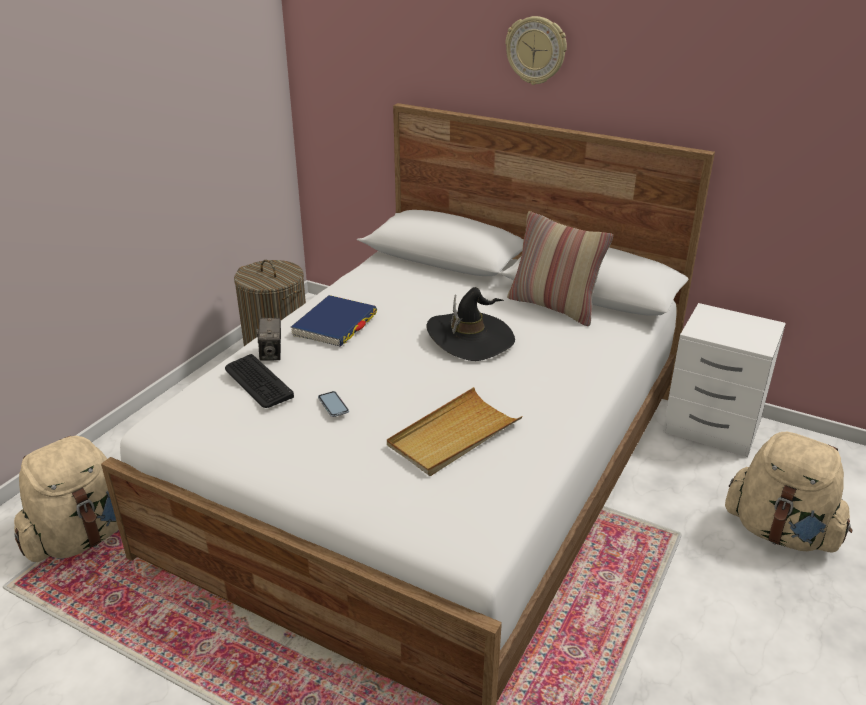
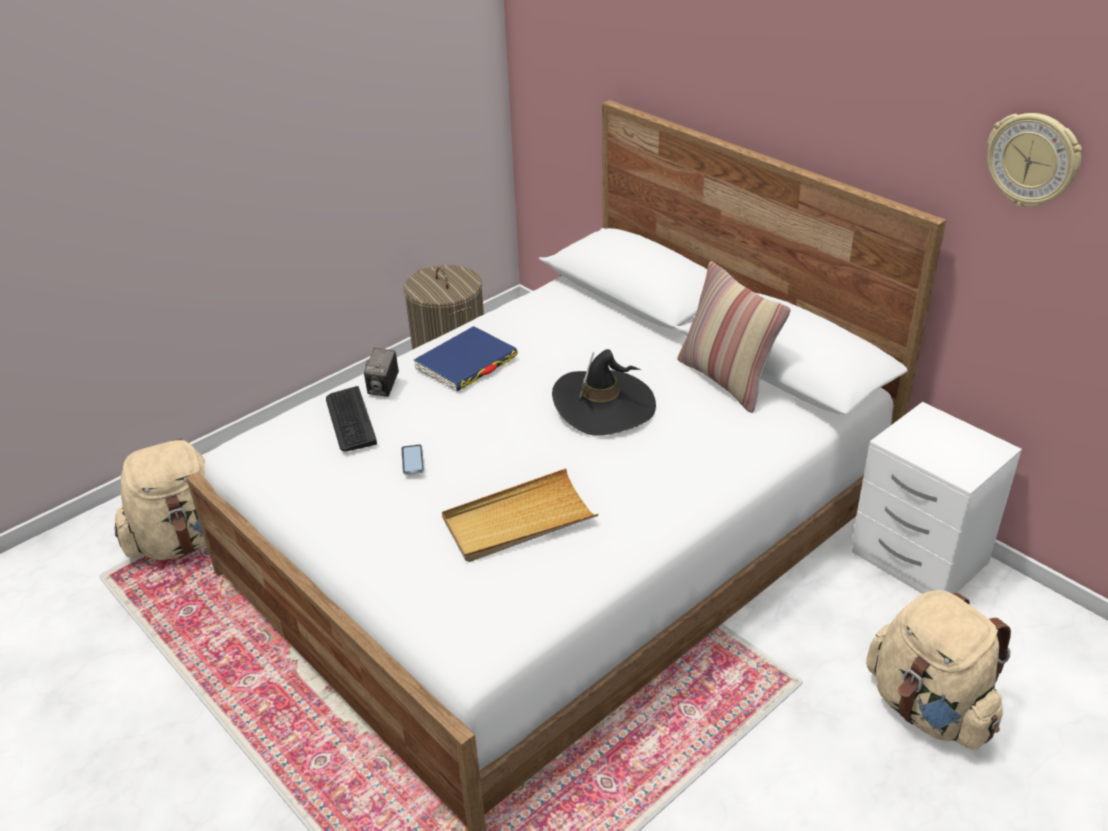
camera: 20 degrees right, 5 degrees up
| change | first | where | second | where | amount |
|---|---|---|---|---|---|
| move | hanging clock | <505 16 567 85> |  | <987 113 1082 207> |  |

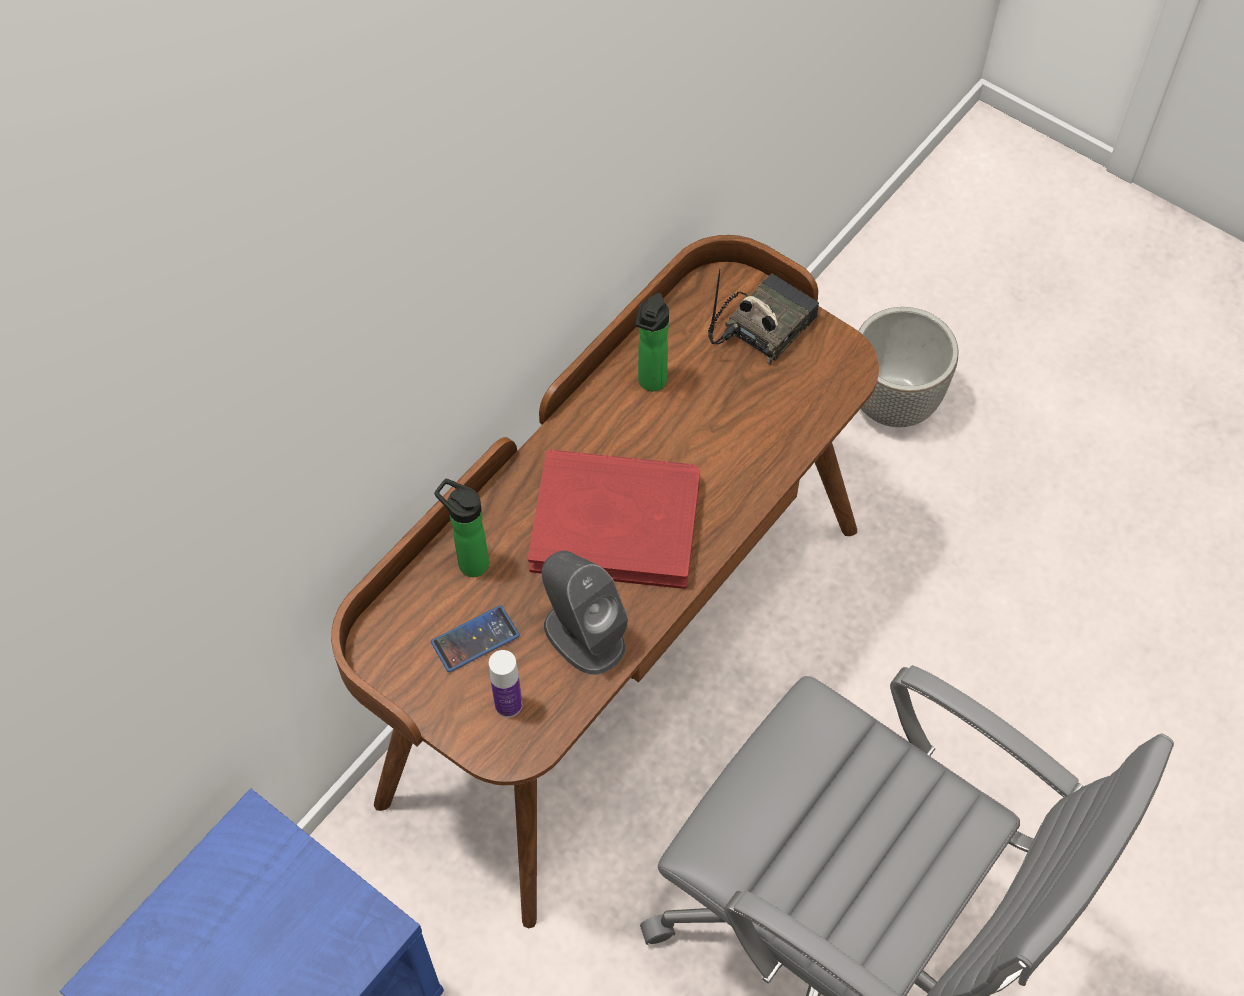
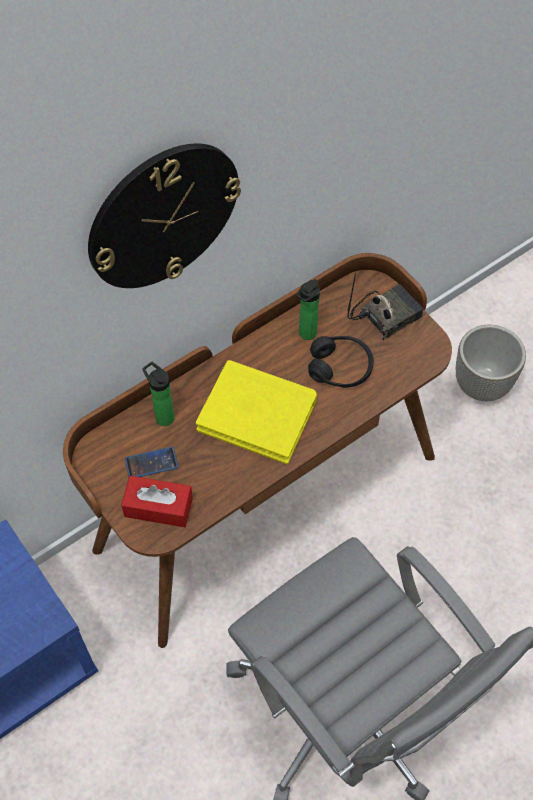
camera: 15 degrees right, 0 degrees up
| change | first | where | second | where | amount |
|---|---|---|---|---|---|
| replace | drink bottle | <489 650 522 717> | box of tissues (reddish) | <121 476 193 527> |  |
| recolor | volume (reddish) | <528 449 700 589> | volume (yellow-coloured) | <196 360 317 464> |  |
| delete | audio speaker (grey) | <542 551 628 675> |  |  |  |
| insert |  |  | hanging clock | <88 143 241 288> |  |
| insert |  |  | headphones (black-coloured) | <308 336 374 388> |  |

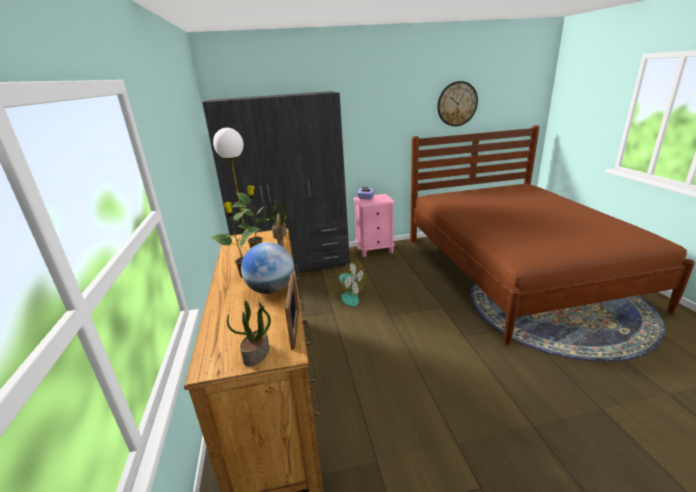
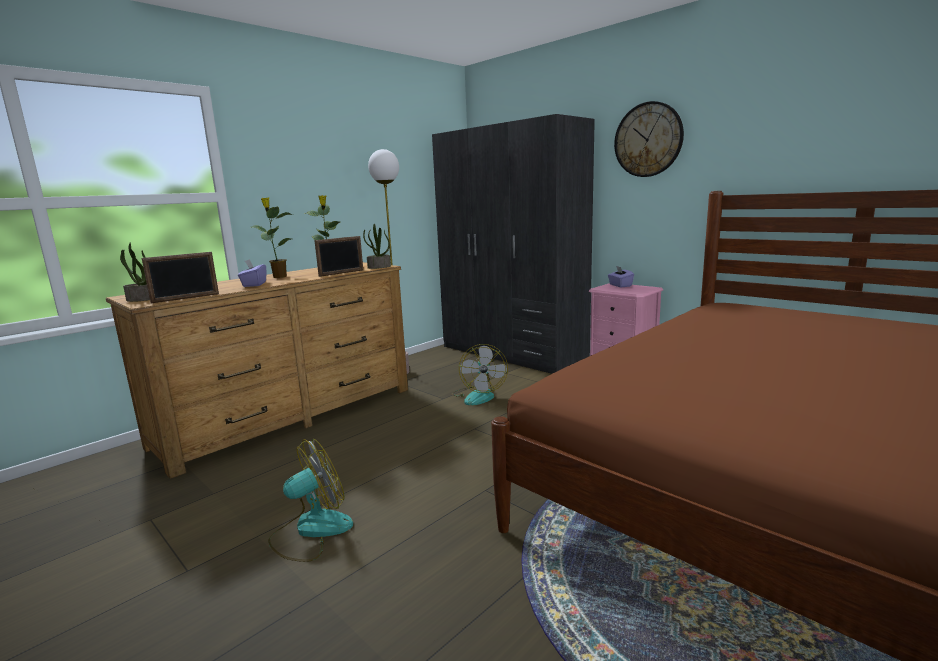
camera: 55 degrees right, 10 degrees down
| change | first | where | second | where | amount |
|---|---|---|---|---|---|
| replace | desk globe | <241 242 294 294> | box of tissues (purple-coloured) | <238 259 266 287> |  |
| move | hanging clock | <437 81 478 126> |  | <614 101 684 177> |  |
| insert |  |  | electric fan | <268 439 353 562> |  |

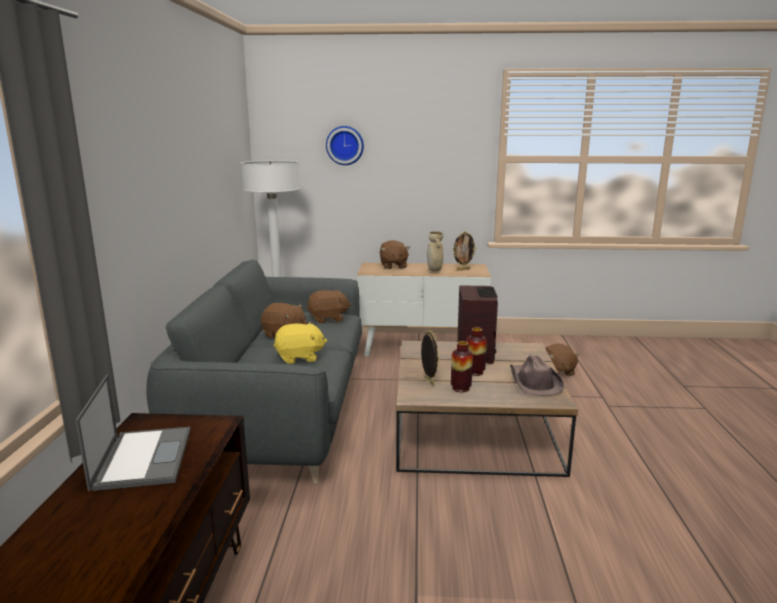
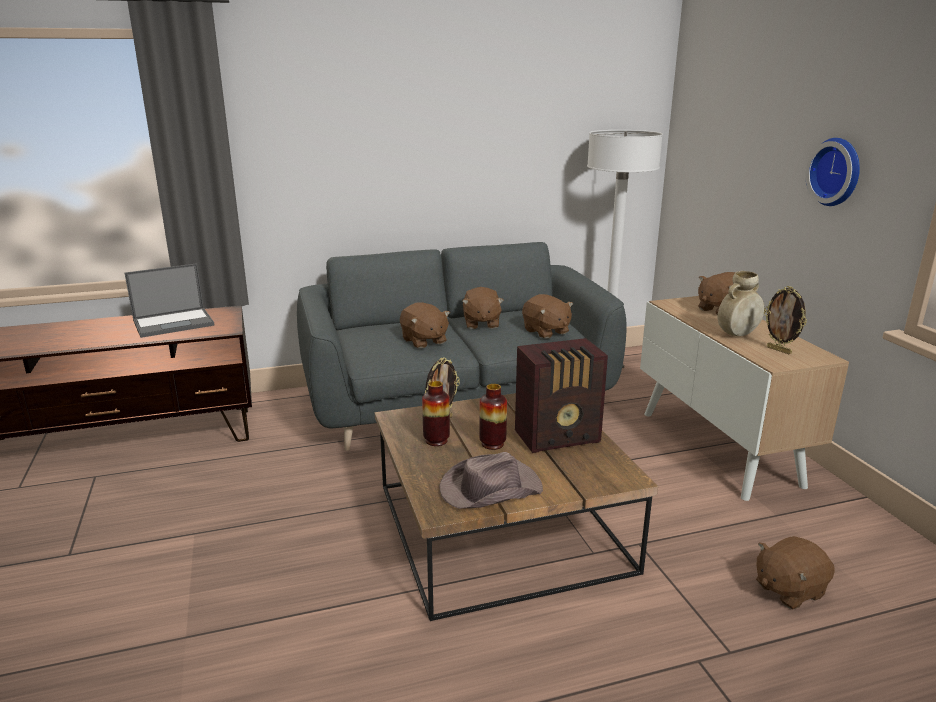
camera: 70 degrees right, 5 degrees up
| change | first | where | second | where | amount |
|---|---|---|---|---|---|
| recolor | cuddly toy (yellow-coloured) | <274 322 327 364> | cuddly toy (brown) | <400 302 450 349> |  |
| move | hanging clock | <326 126 364 165> |  | <805 138 860 206> |  |

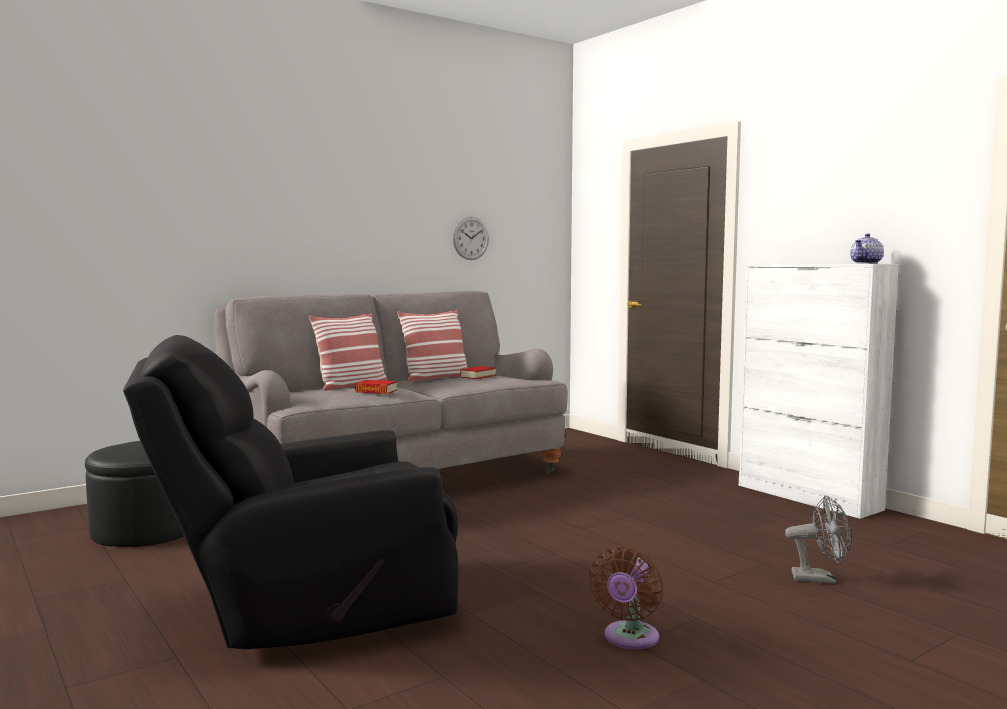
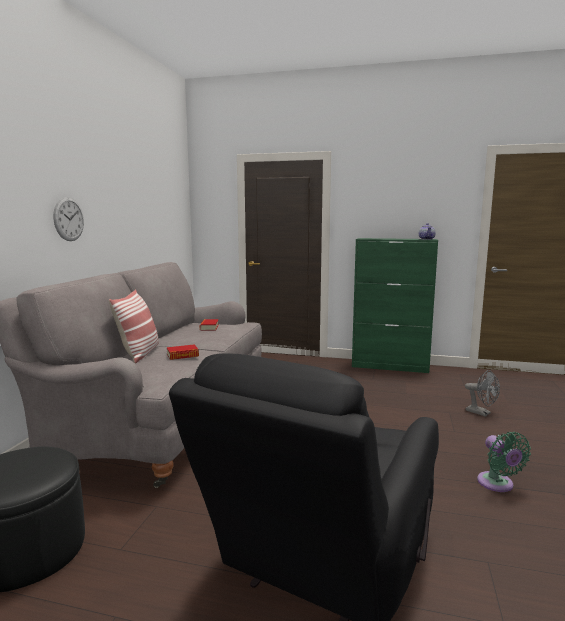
camera: 40 degrees left, 5 degrees up
| change | first | where | second | where | amount |
|---|---|---|---|---|---|
| delete | pillow | <397 310 468 382> |  |  |  |
| move | hanging clock | <453 217 489 260> |  | <53 197 84 241> |  |
| recolor | electric fan (brown) | <589 546 663 649> | electric fan (green-coloured) | <477 432 531 492> |  |
| recolor | cupboard (white) | <739 264 899 519> | cupboard (green-coloured) | <352 238 438 373> |  |
| rotate | electric fan (grey) | <785 495 851 584> |  | <465 370 500 417> | 75 degrees clockwise |

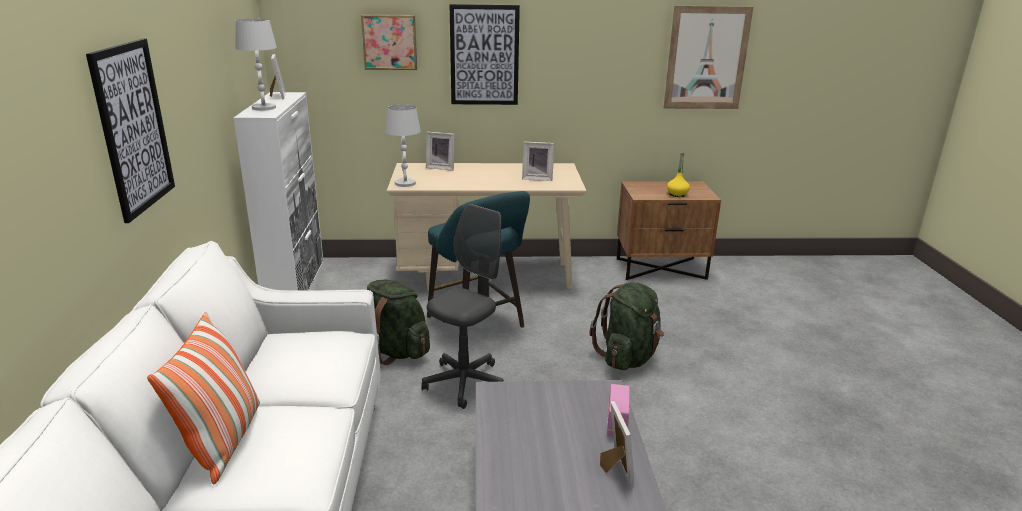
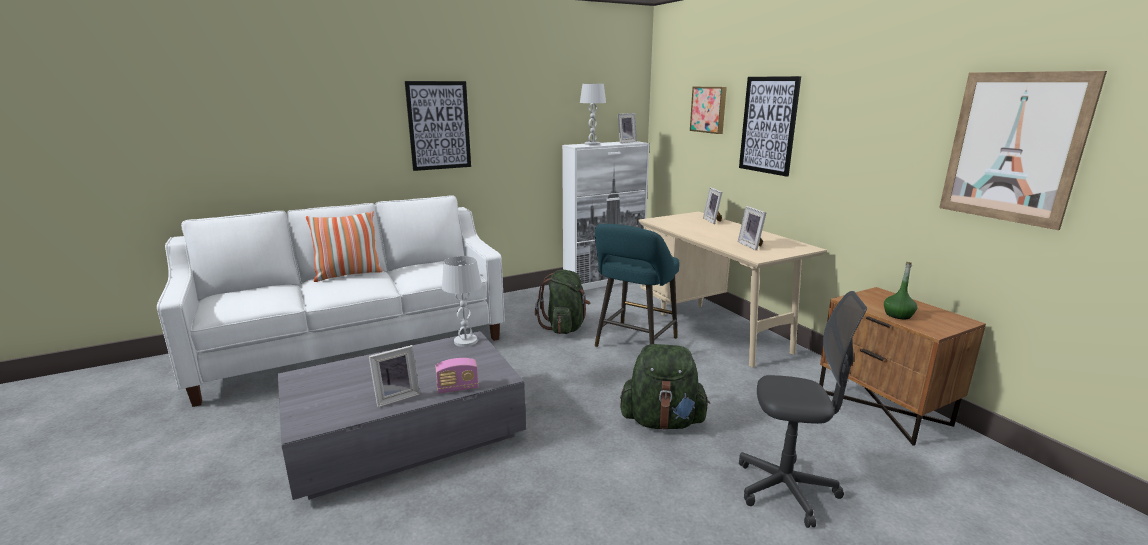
camera: 65 degrees right, 5 degrees down
| change | first | where | second | where | amount |
|---|---|---|---|---|---|
| move | table lamp (white) | <385 104 421 187> |  | <442 256 482 347> |  |
| move | computer chair (grey) | <421 204 504 409> |  | <739 291 867 528> |  |
| recolor | drink bottle (yellow-coloured) | <667 153 690 197> | drink bottle (green-coloured) | <884 262 917 319> |  |

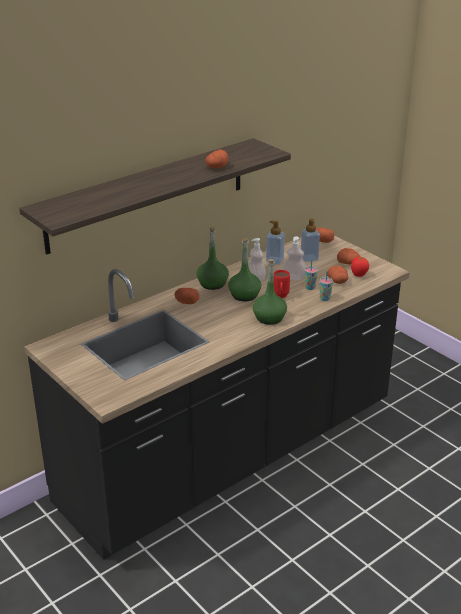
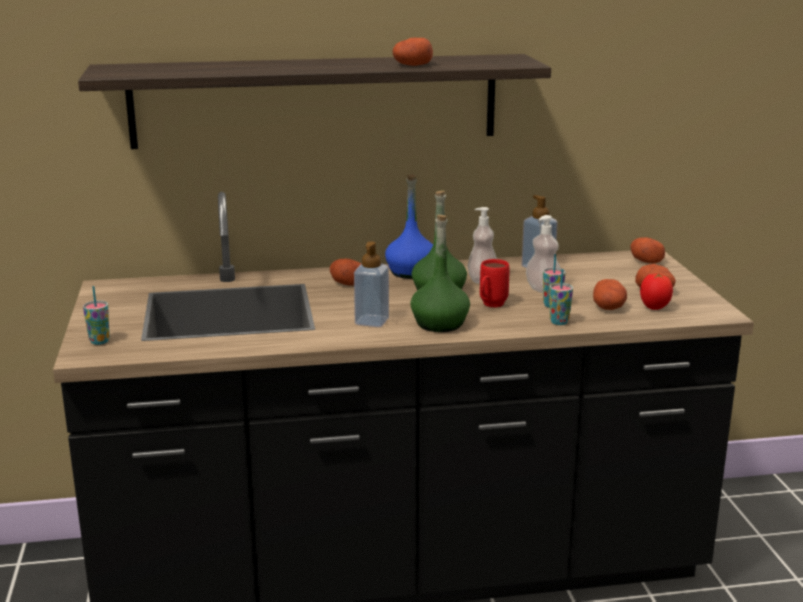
camera: 30 degrees right, 10 degrees down
| change | first | where | second | where | amount |
|---|---|---|---|---|---|
| recolor | drink bottle (green-coloured) | <197 227 229 290> | drink bottle (bluish) | <385 174 433 279> |  |
| move | soap dispenser | <301 218 320 262> |  | <354 242 389 327> |  |
| insert |  |  | small cup | <83 286 110 345> |  |

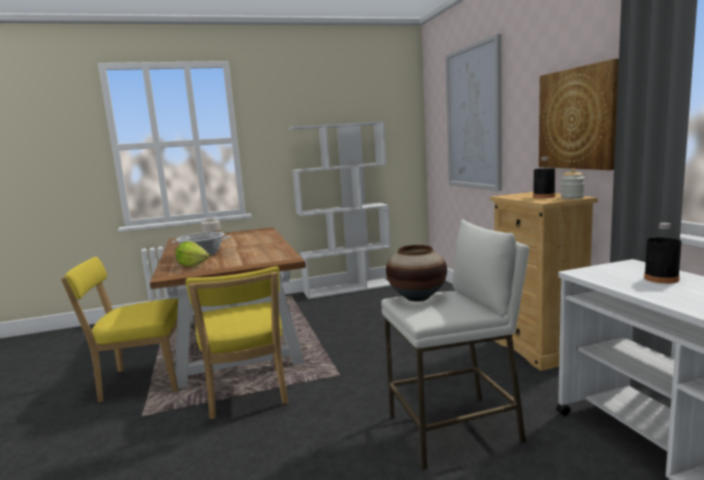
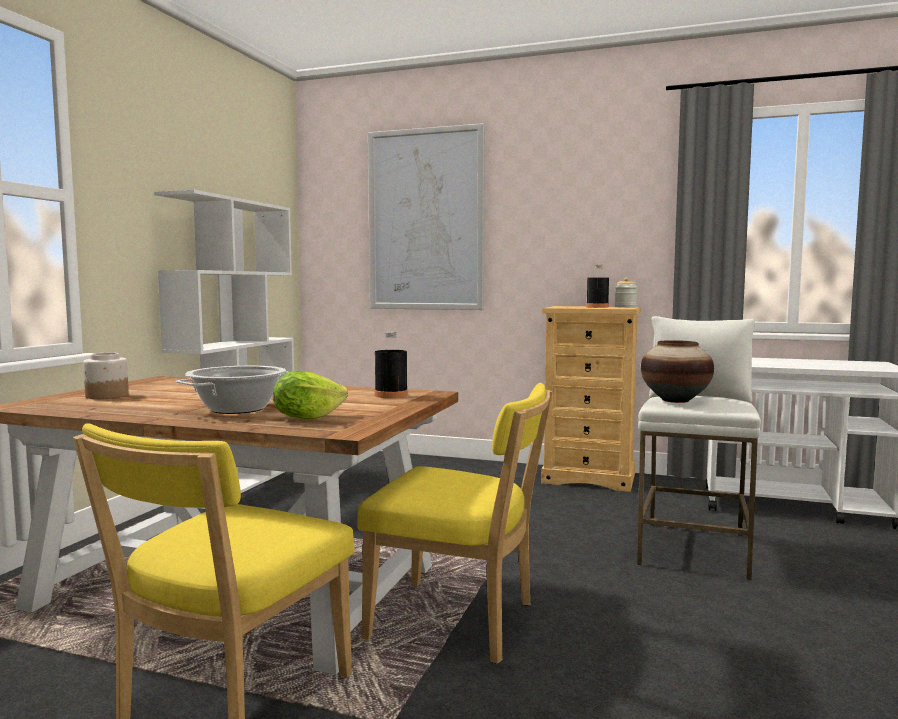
camera: 55 degrees left, 5 degrees down
| change | first | where | second | where | amount |
|---|---|---|---|---|---|
| delete | wall picture | <539 59 619 170> |  |  |  |
| move | drink bottle (black-coloured) | <644 223 681 283> |  | <375 332 408 398> |  |

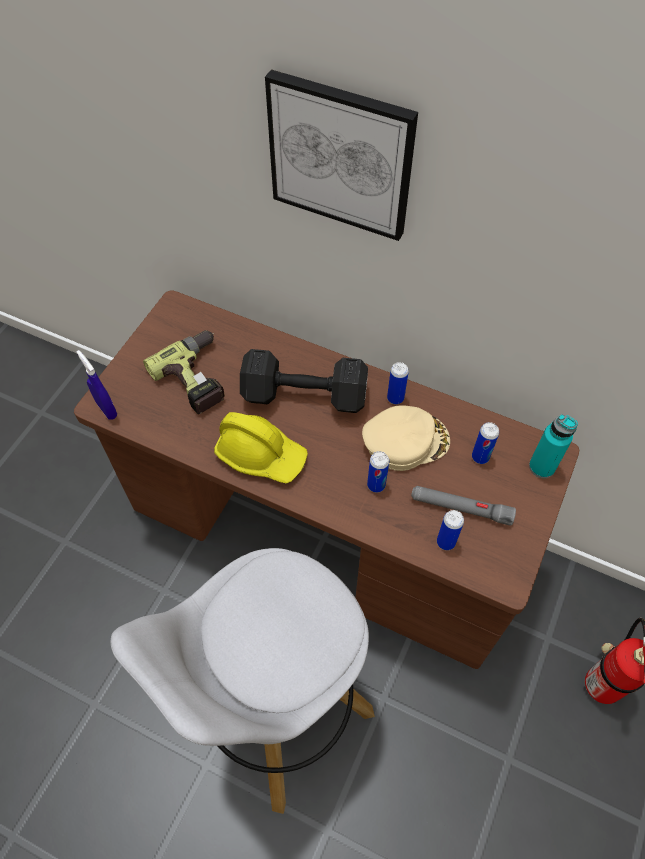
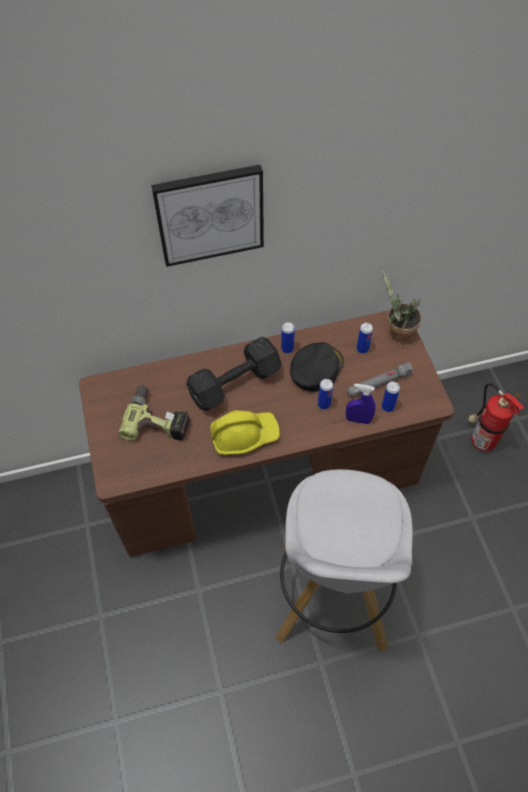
camera: 40 degrees left, 0 degrees up
| change | first | where | second | where | amount |
|---|---|---|---|---|---|
| move | hand sprayer (bluish) | <77 350 117 420> |  | <346 384 376 424> |  |
| recolor | peaked cap (sand-coloured) | <362 405 450 471> | peaked cap (black-coloured) | <290 342 344 392> |  |
| replace | drink bottle (blue-green) | <529 414 578 478> | potted plant | <383 271 421 341> |  |

